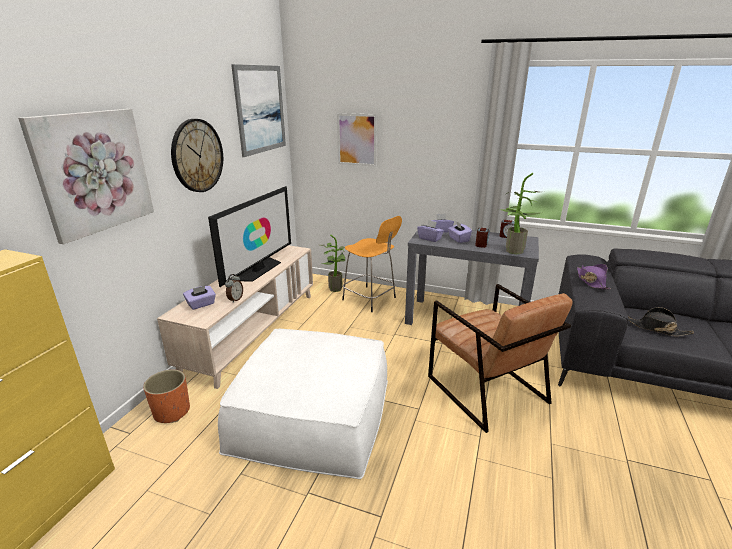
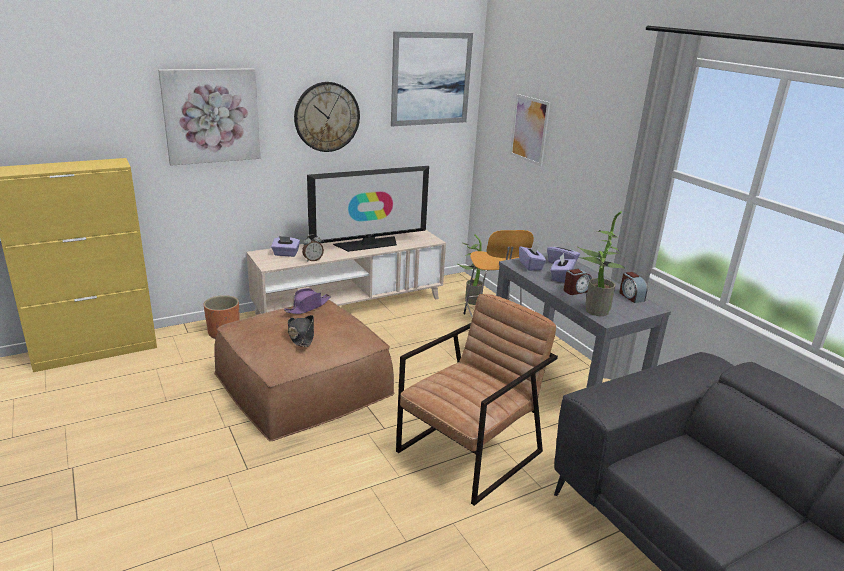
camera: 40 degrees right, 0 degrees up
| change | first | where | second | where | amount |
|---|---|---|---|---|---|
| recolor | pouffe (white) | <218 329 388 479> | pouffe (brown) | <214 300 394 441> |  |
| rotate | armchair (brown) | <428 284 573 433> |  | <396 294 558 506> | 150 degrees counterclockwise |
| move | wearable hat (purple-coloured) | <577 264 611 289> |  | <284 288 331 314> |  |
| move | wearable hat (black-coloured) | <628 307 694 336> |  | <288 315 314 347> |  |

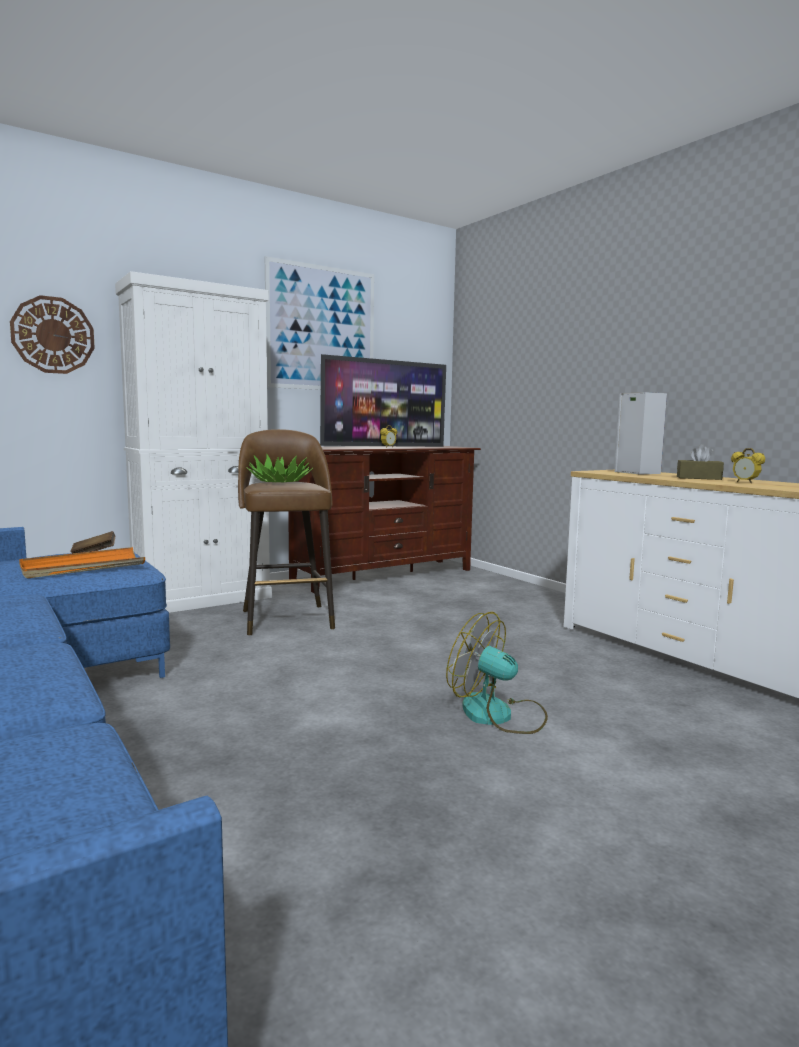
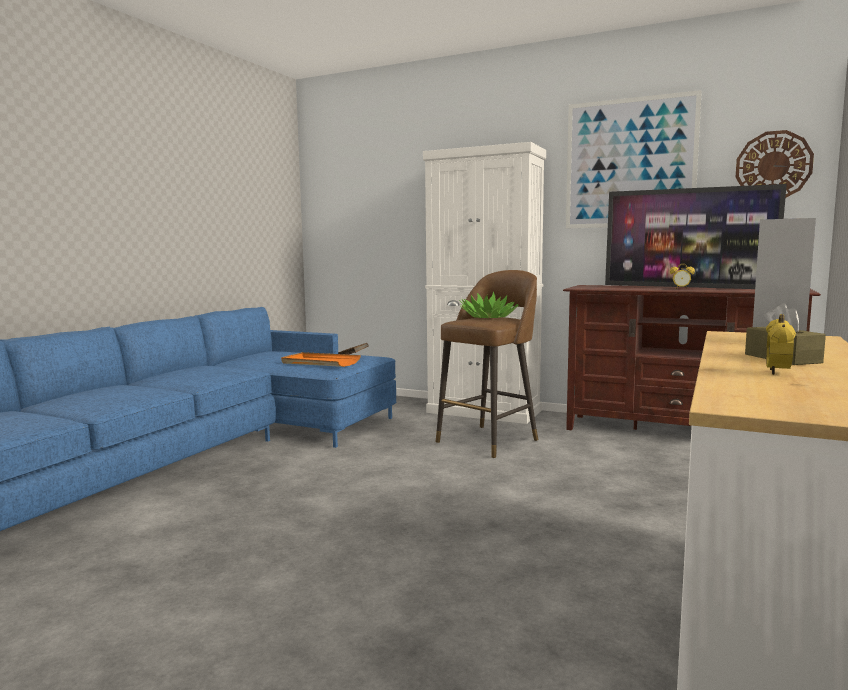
camera: 60 degrees right, 0 degrees up
| change | first | where | second | where | amount |
|---|---|---|---|---|---|
| move | hanging clock | <10 295 95 374> |  | <736 130 814 198> |  |
| delete | electric fan | <446 612 548 734> |  |  |  |

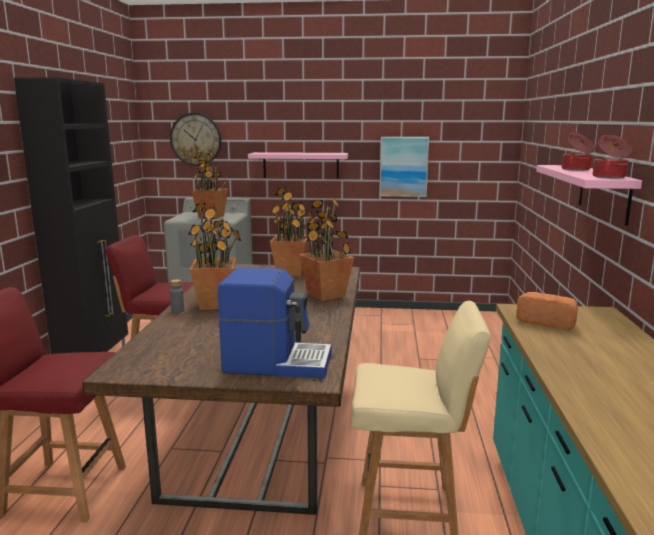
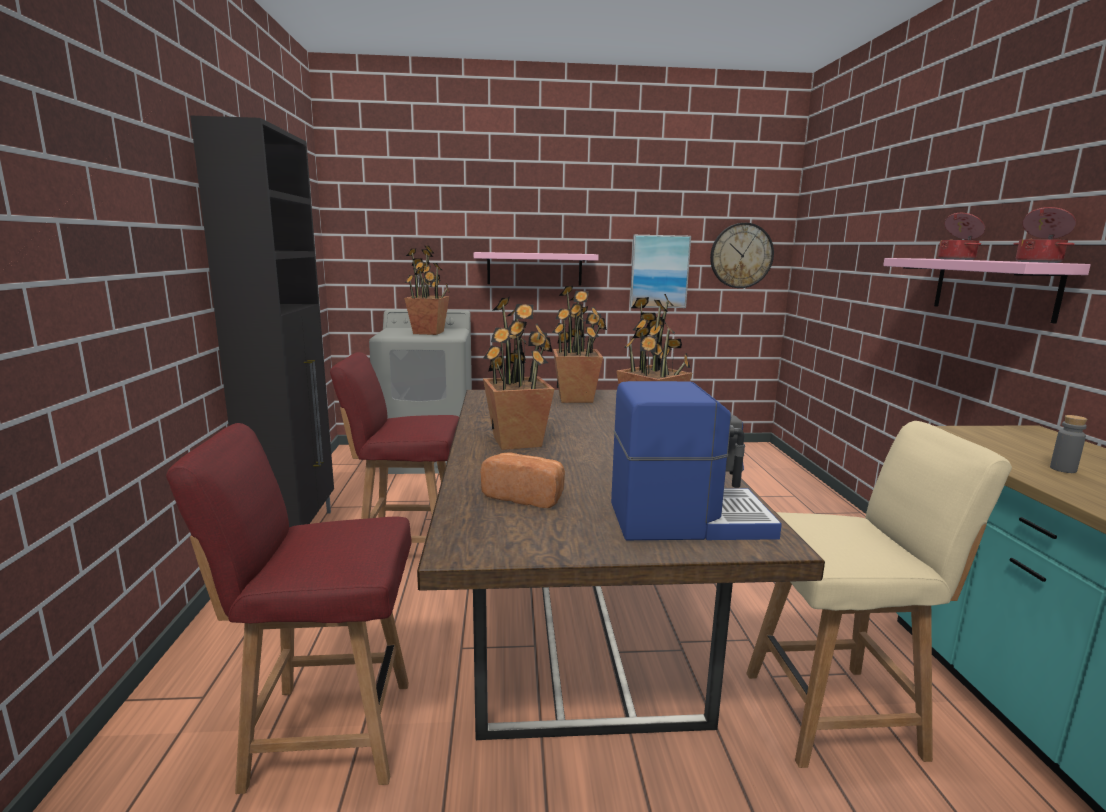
camera: 10 degrees left, 0 degrees up
| change | first | where | second | where | amount |
|---|---|---|---|---|---|
| move | hanging clock | <170 113 221 166> |  | <710 223 774 288> |  |
| move | drink bottle (grey) | <170 279 184 313> |  | <1050 415 1087 473> |  |
| move | bakery bread | <516 292 578 330> |  | <480 452 565 508> |  |

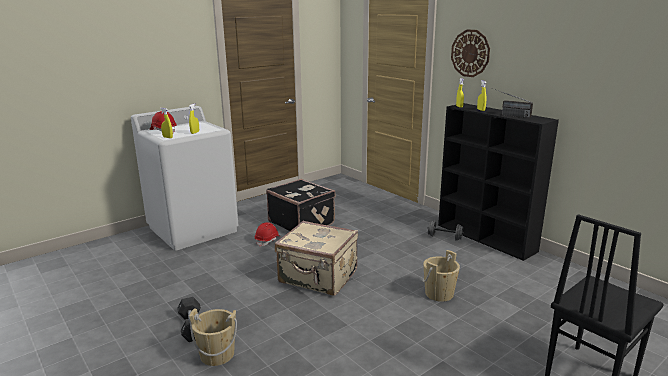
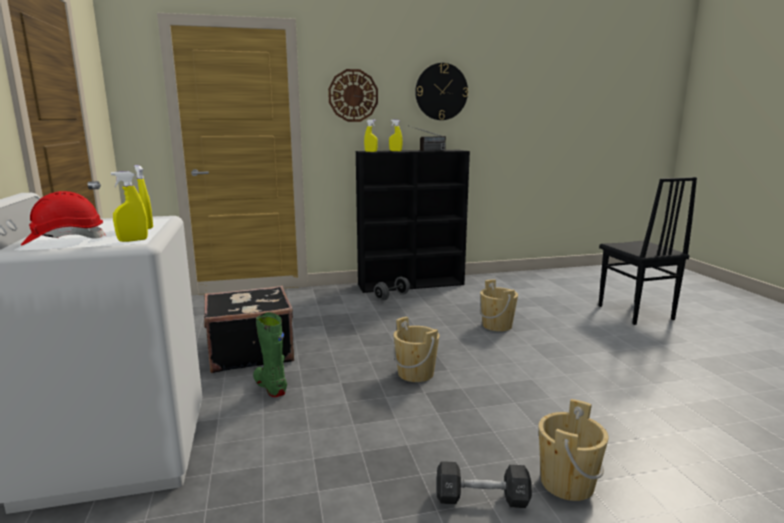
camera: 65 degrees left, 5 degrees down
| change | first | where | second | where | amount |
|---|---|---|---|---|---|
| replace | work helmet (reddish) | <255 222 279 247> | high-top boot (green-coloured) | <253 312 287 397> |  |
| replace | travel case (sand-coloured) | <275 221 358 296> | water bucket (sand-coloured) | <393 317 439 382> |  |
| insert |  |  | hanging clock | <415 63 468 120> |  |

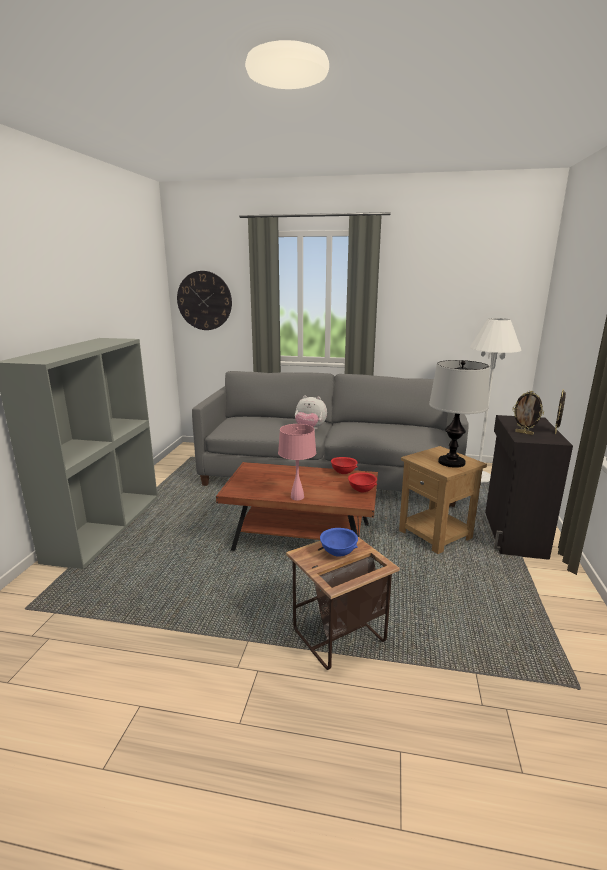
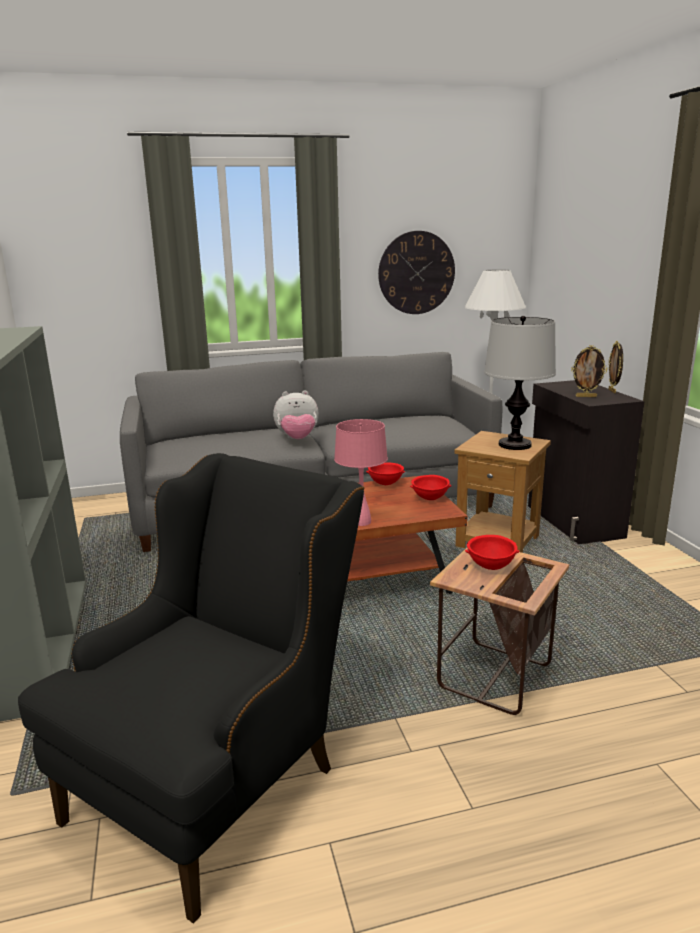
camera: 25 degrees left, 0 degrees up
| change | first | where | second | where | amount |
|---|---|---|---|---|---|
| move | hanging clock | <177 271 232 330> |  | <378 231 455 314> |  |
| recolor | serving bowl (bluish) | <320 528 358 557> | serving bowl (reddish) | <465 535 520 570> |  |
| insert |  |  | armchair (black-coloured) | <18 453 364 924> |  |

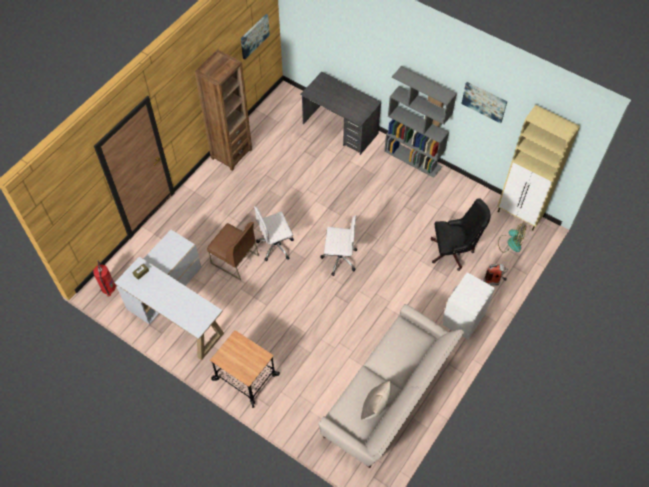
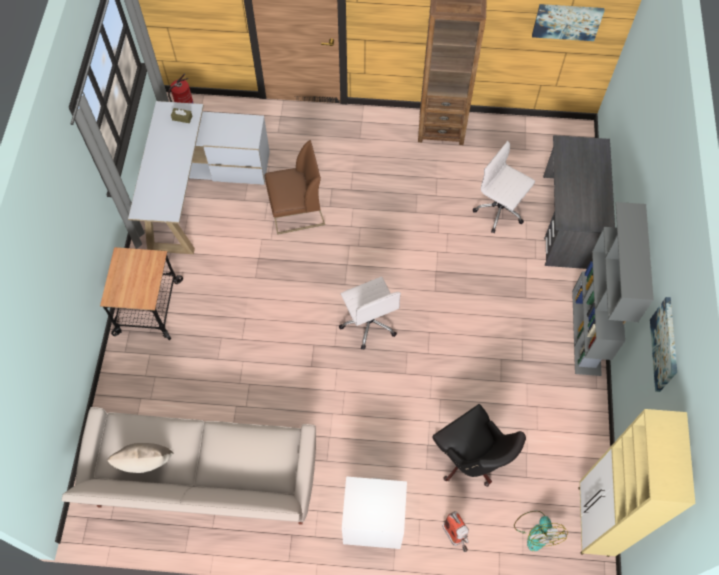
camera: 60 degrees right, 5 degrees up
| change | first | where | second | where | amount |
|---|---|---|---|---|---|
| rotate | plain chair (brown) | <207 222 259 280> |  | <265 140 325 235> | 105 degrees counterclockwise |
| move | computer chair (white) | <254 206 294 261> |  | <473 141 535 233> |  |

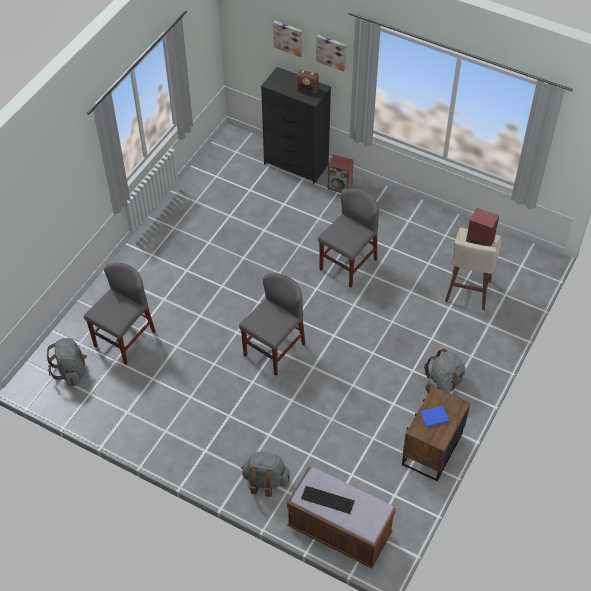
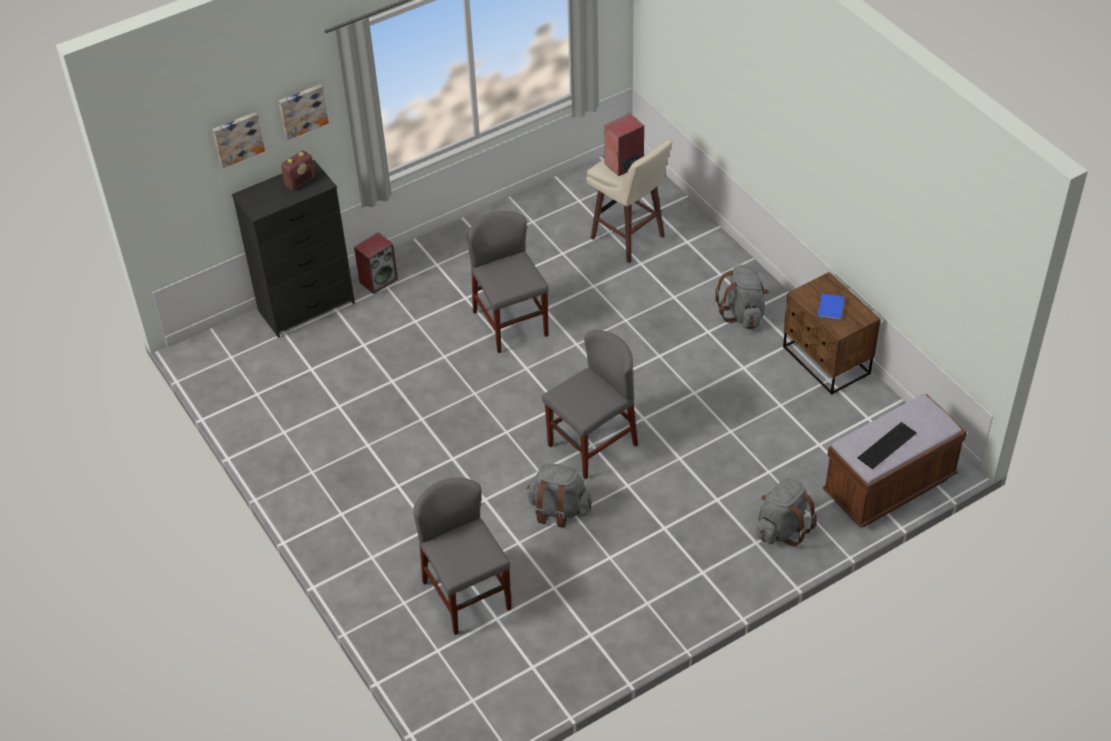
camera: 60 degrees left, 5 degrees down
| change | first | where | second | where | amount |
|---|---|---|---|---|---|
| move | knapsack (grey) | <47 338 87 386> |  | <527 463 592 528> |  |
| rotate | plain chair (grey) | <239 273 305 376> |  | <542 330 638 480> | 75 degrees clockwise |

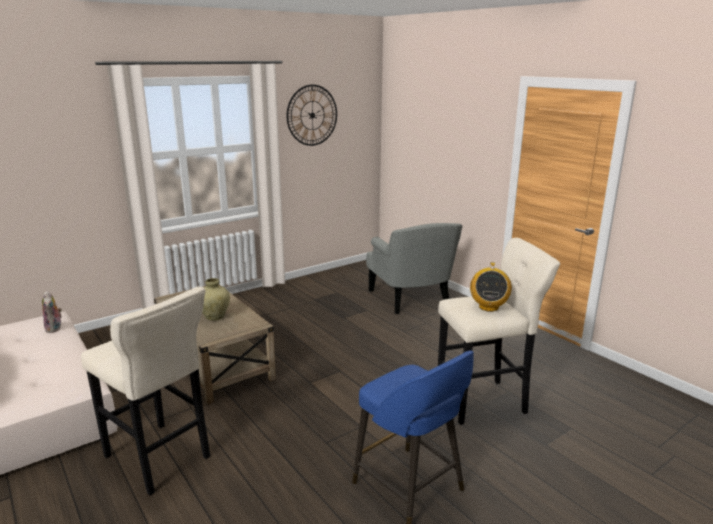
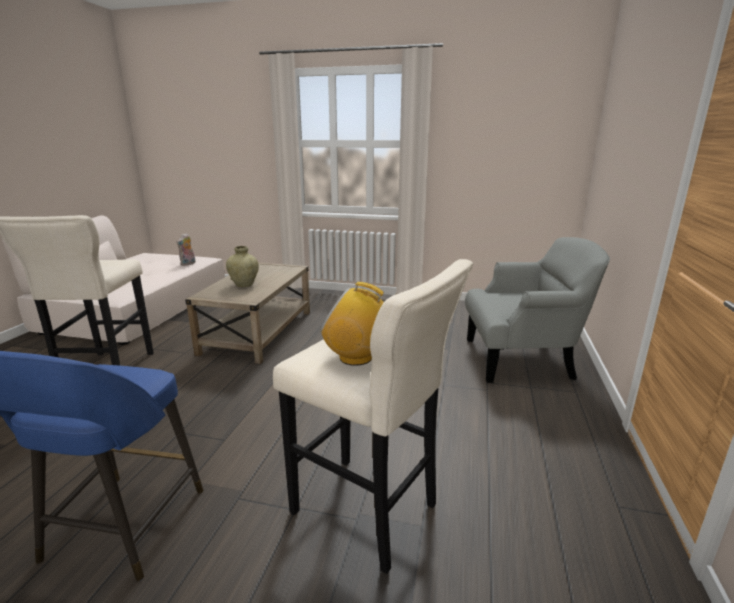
camera: 50 degrees right, 0 degrees up
| change | first | where | second | where | amount |
|---|---|---|---|---|---|
| delete | hanging clock | <287 85 337 146> |  |  |  |
| rotate | armchair (grey) | <366 223 462 314> |  | <465 237 610 383> | 120 degrees counterclockwise |
| rotate | radio set | <470 262 512 312> |  | <320 282 397 366> | 45 degrees clockwise |

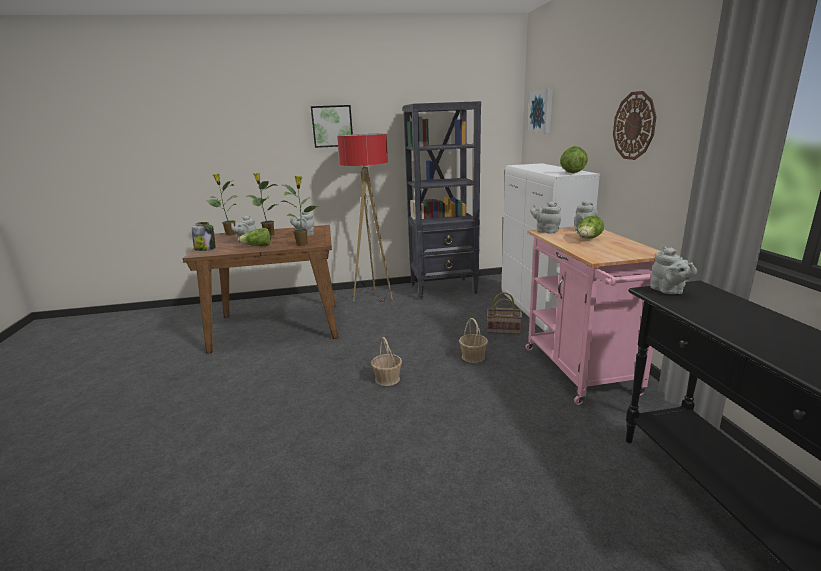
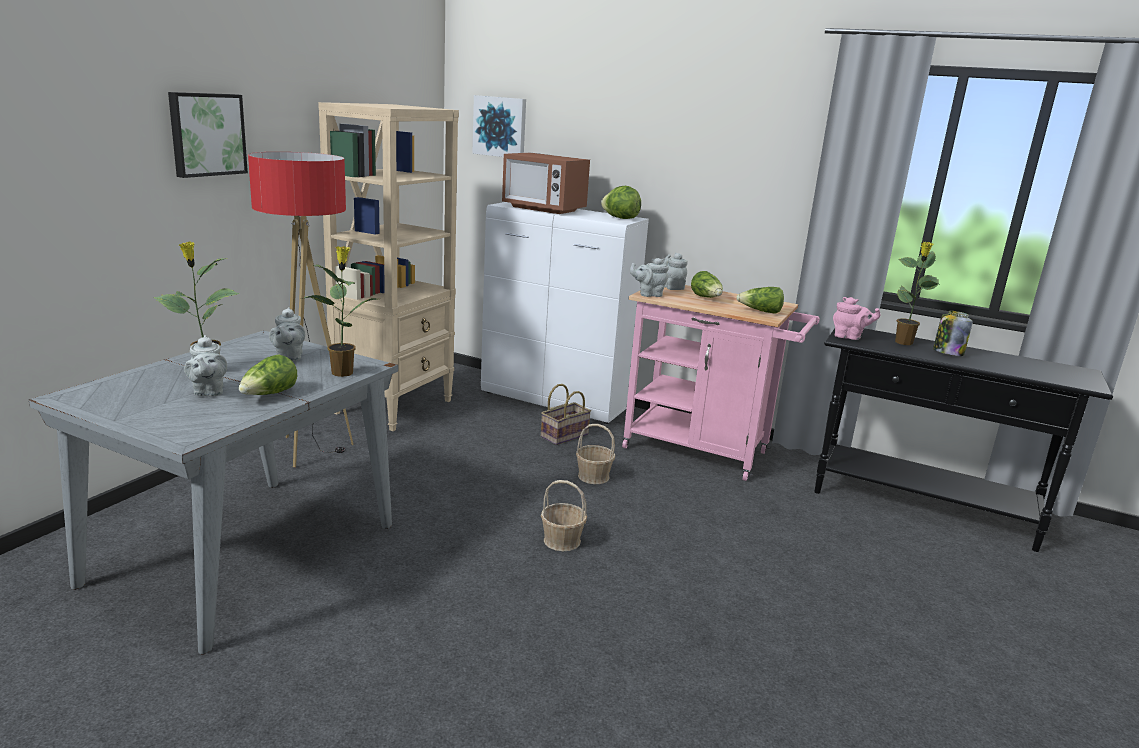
camera: 55 degrees left, 0 degrees up
| change | first | where | second | where | amount |
|---|---|---|---|---|---|
| recolor | kitchen table (brown) | <183 225 339 353> | kitchen table (grey) | <29 331 398 655> |  |
| move | storage jar | <192 222 216 251> |  | <933 311 973 356> |  |
| move | potted plant | <207 174 238 236> |  | <895 242 941 345> |  |
| recolor | shelving unit (black-coloured) | <403 101 481 300> | shelving unit (sand-coloured) | <318 102 459 431> |  |
| delete | hanging clock | <613 91 657 160> |  |  |  |
| recolor | teapot (grey) | <650 247 697 294> | teapot (pink) | <833 297 881 340> |  |
| insert |  |  | kitchen microwave | <502 153 590 214> |  |
| insert |  |  | lettuce head | <736 287 784 314> |  |

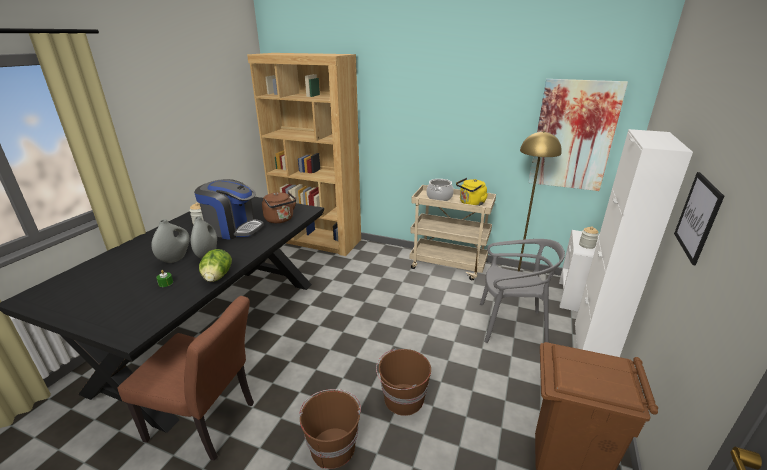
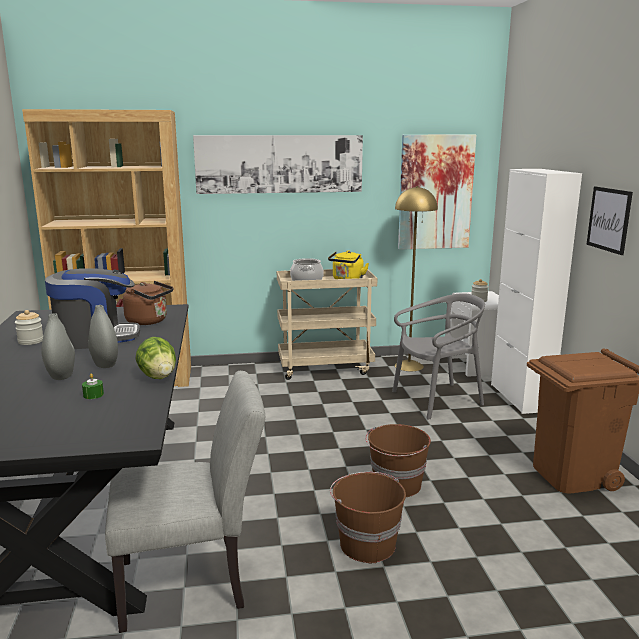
camera: 30 degrees left, 10 degrees down
| change | first | where | second | where | amount |
|---|---|---|---|---|---|
| recolor | plain chair (brown) | <117 296 254 461> | plain chair (grey) | <105 371 265 633> |  |
| insert |  |  | wall picture | <193 135 363 194> |  |

